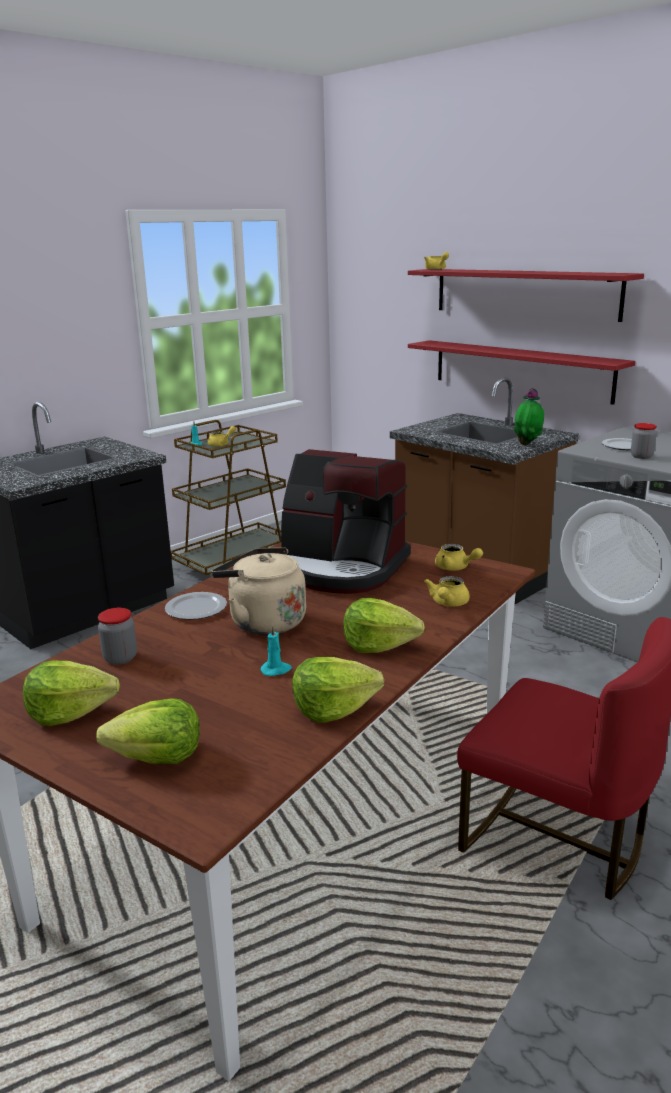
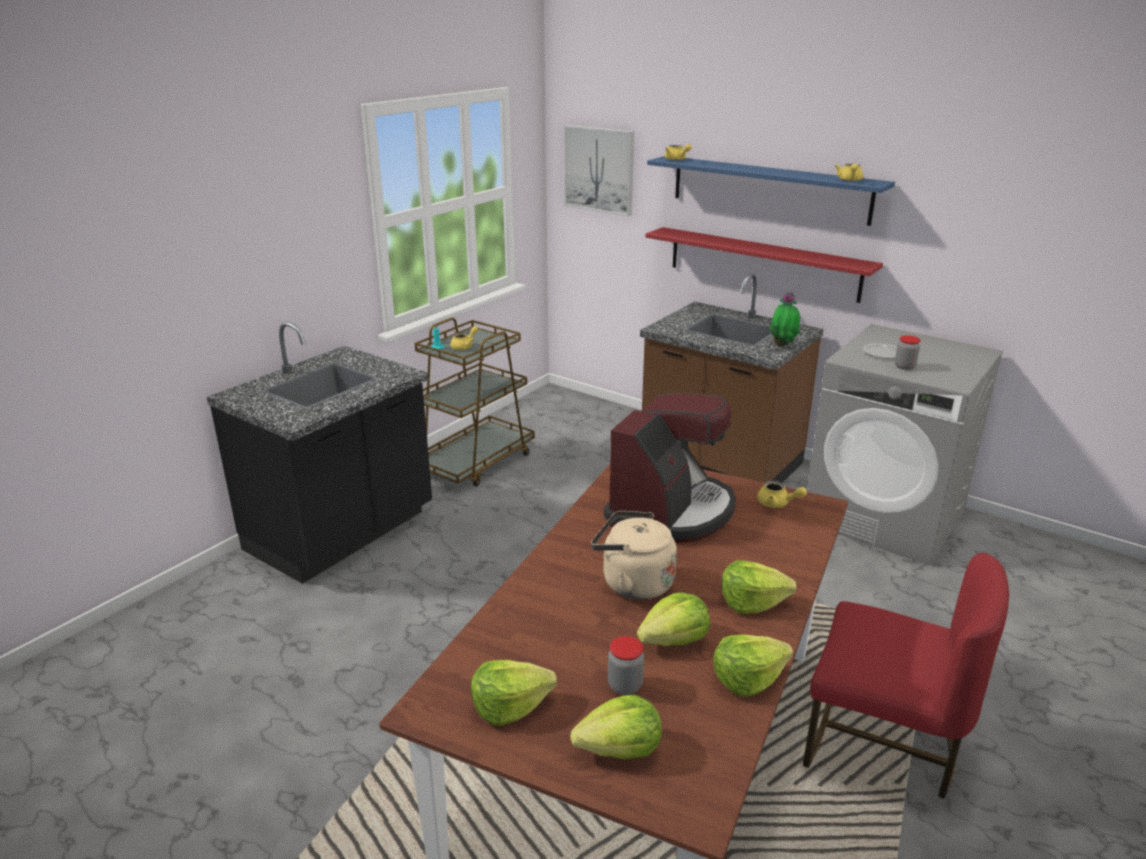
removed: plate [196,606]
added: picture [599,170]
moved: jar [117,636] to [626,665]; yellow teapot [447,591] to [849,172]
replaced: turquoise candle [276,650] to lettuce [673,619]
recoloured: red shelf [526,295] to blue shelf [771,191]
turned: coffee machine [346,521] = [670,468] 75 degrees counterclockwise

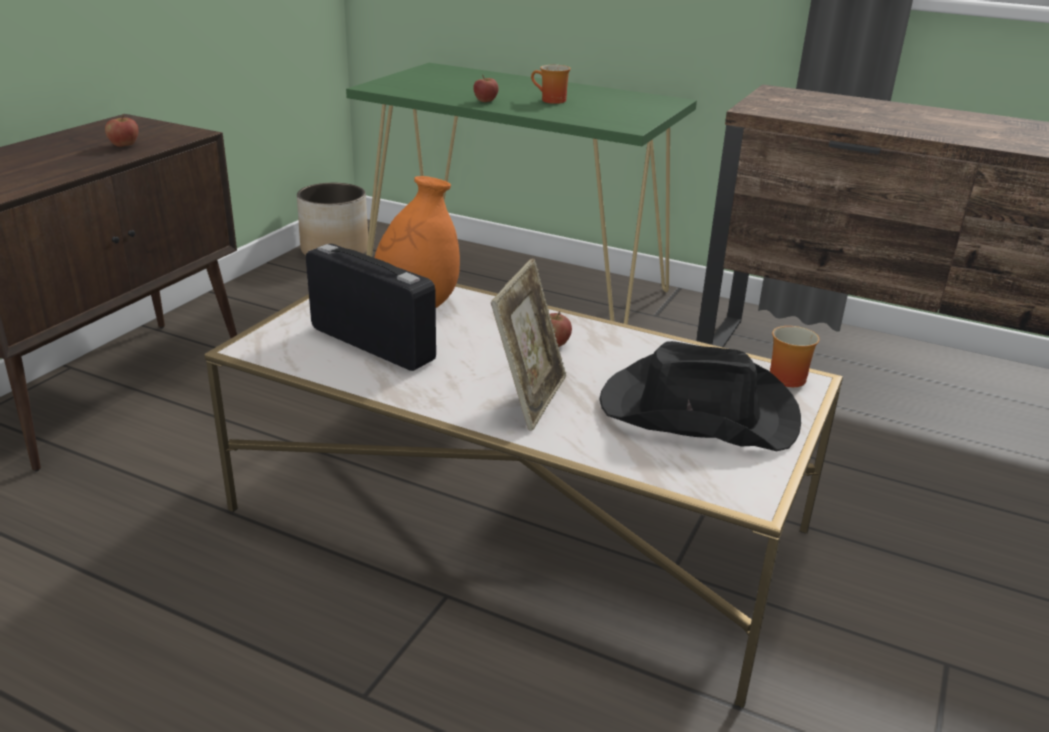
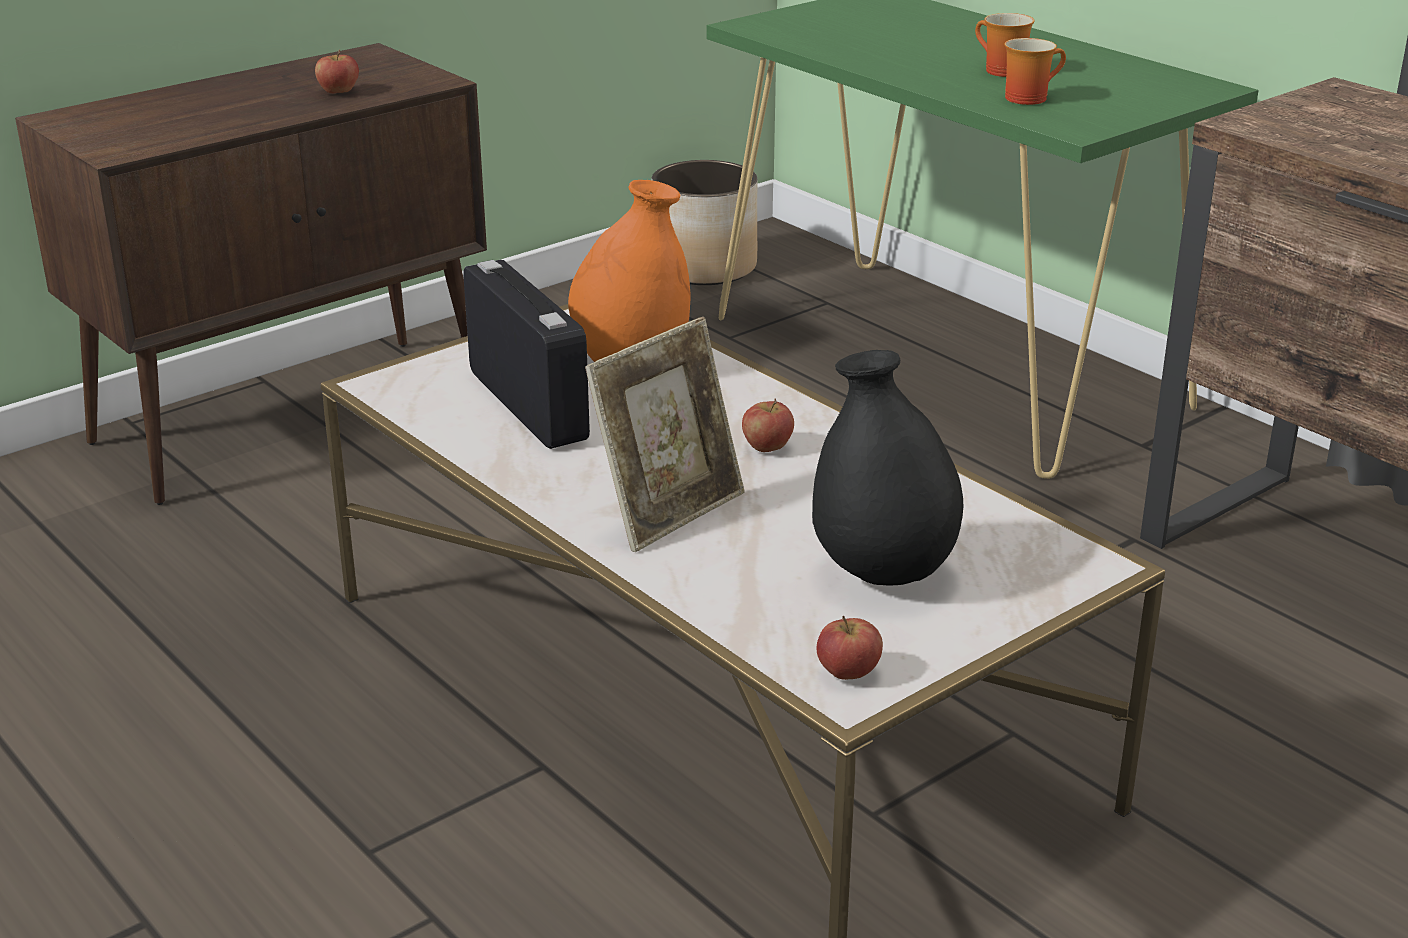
moved: apple [486,88] to [849,648]; mug [795,356] to [1035,71]
replaced: black hat [700,396] to black vase [887,468]

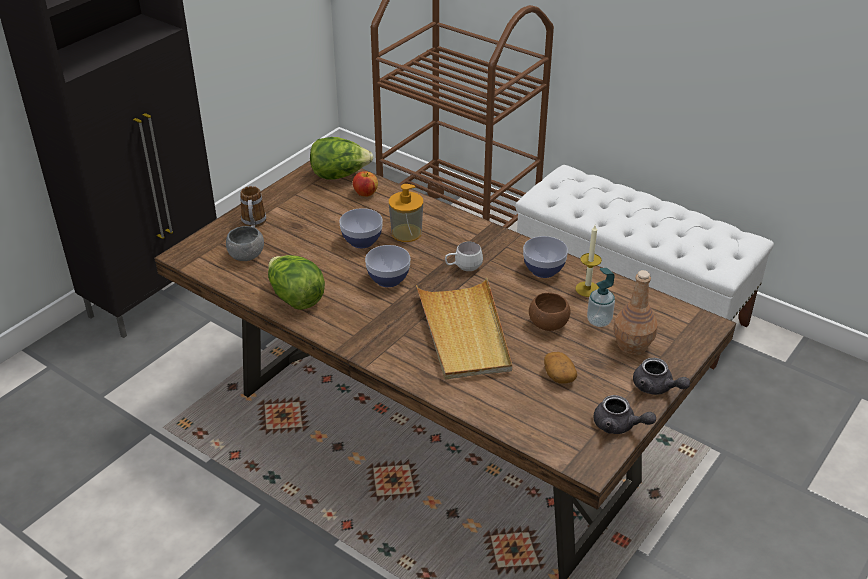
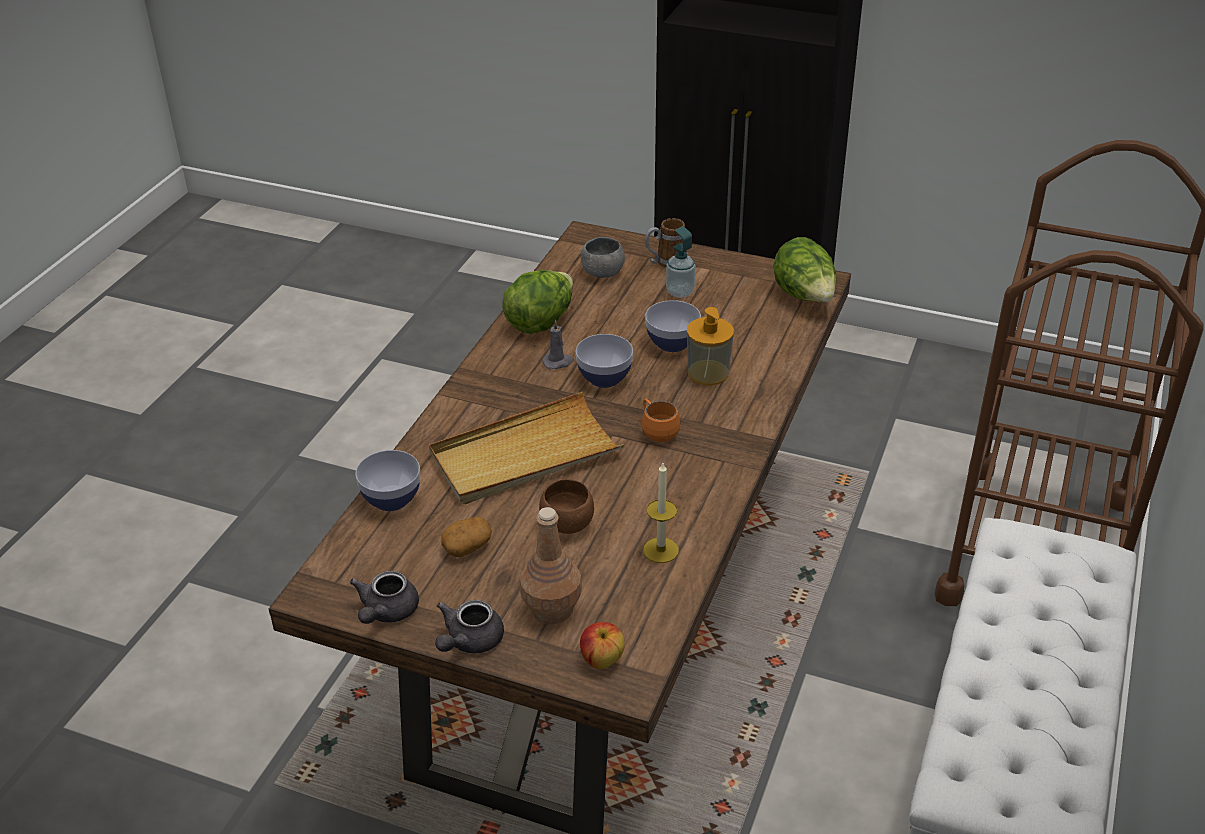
added: grey candle [558,344]
moved: apple [365,184] to [602,645]; bowl [545,257] to [387,480]; soap dispenser [601,297] to [681,262]
recoloured: white mug [464,256] to orange mug [660,420]

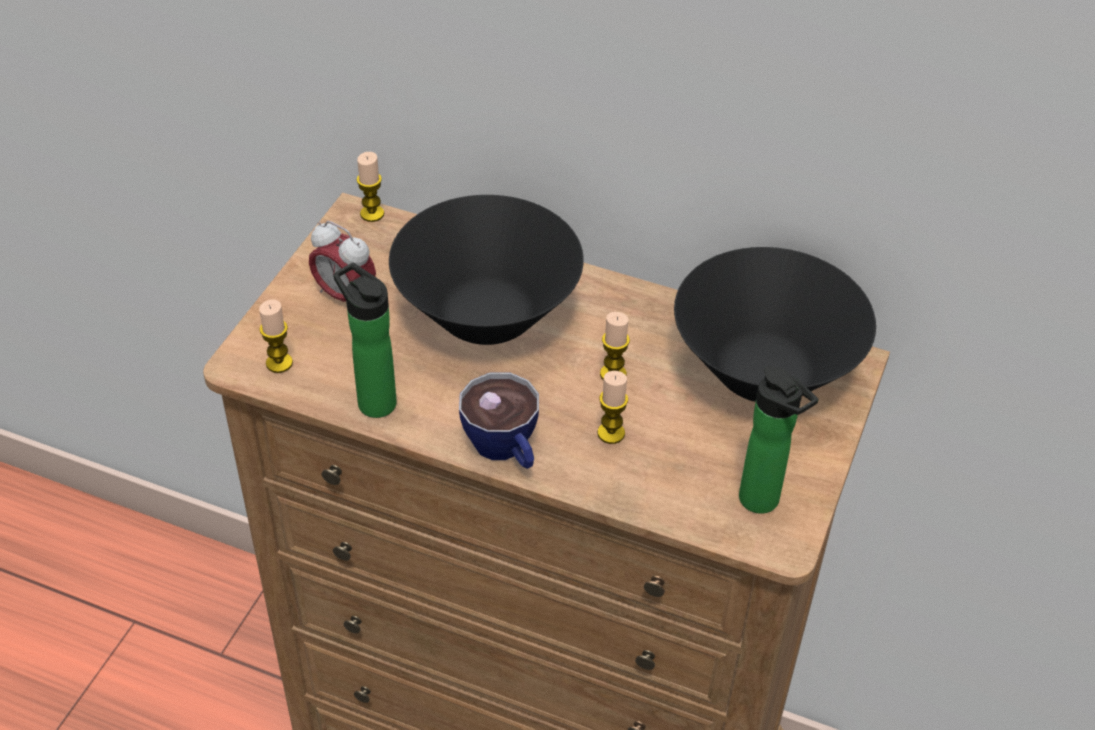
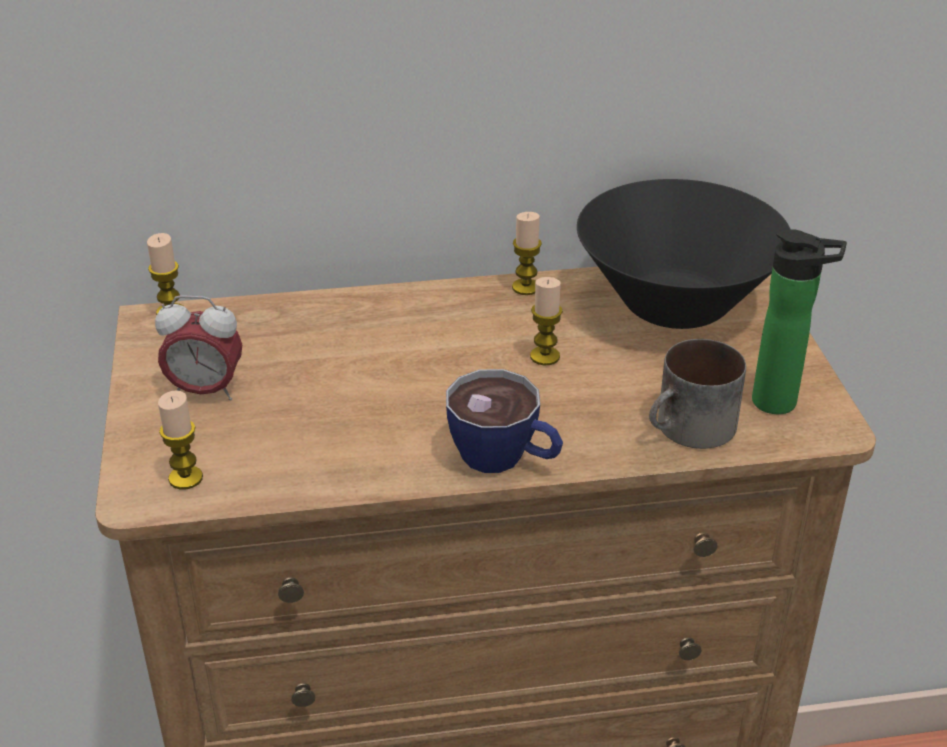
removed: bottle [365,340]; black bowl [486,270]
added: mug [697,394]
moved: candle [612,407] to [527,253]

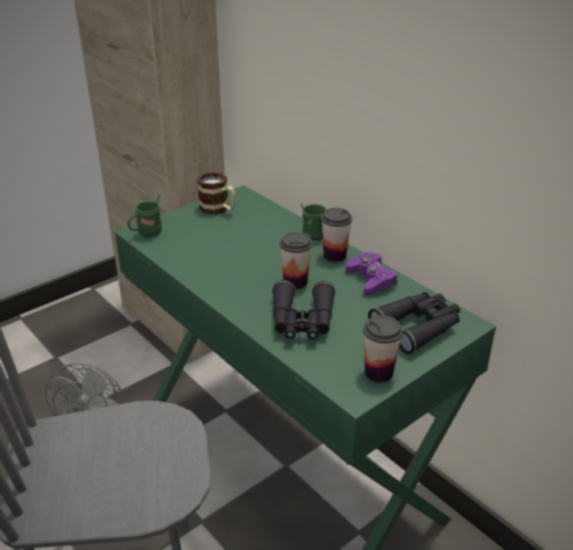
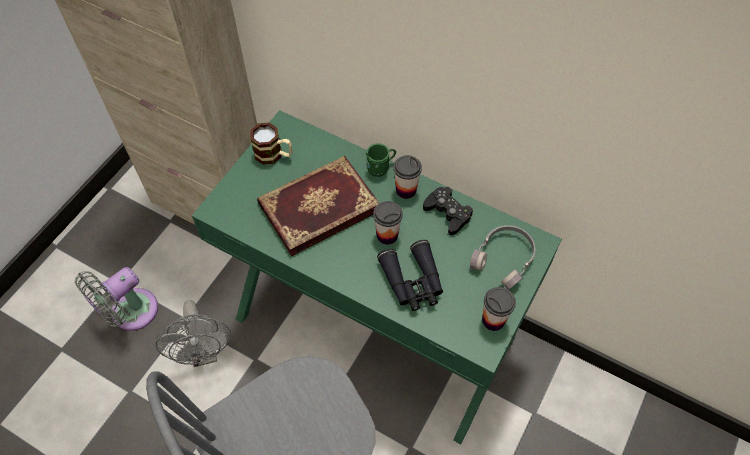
removed: green mug [144,216]
added: grey fan [116,299]; book [318,206]
replaced: black binoculars [414,323] to grey headphones [503,257]
recoloured: purple game controller [371,274] to black game controller [448,211]

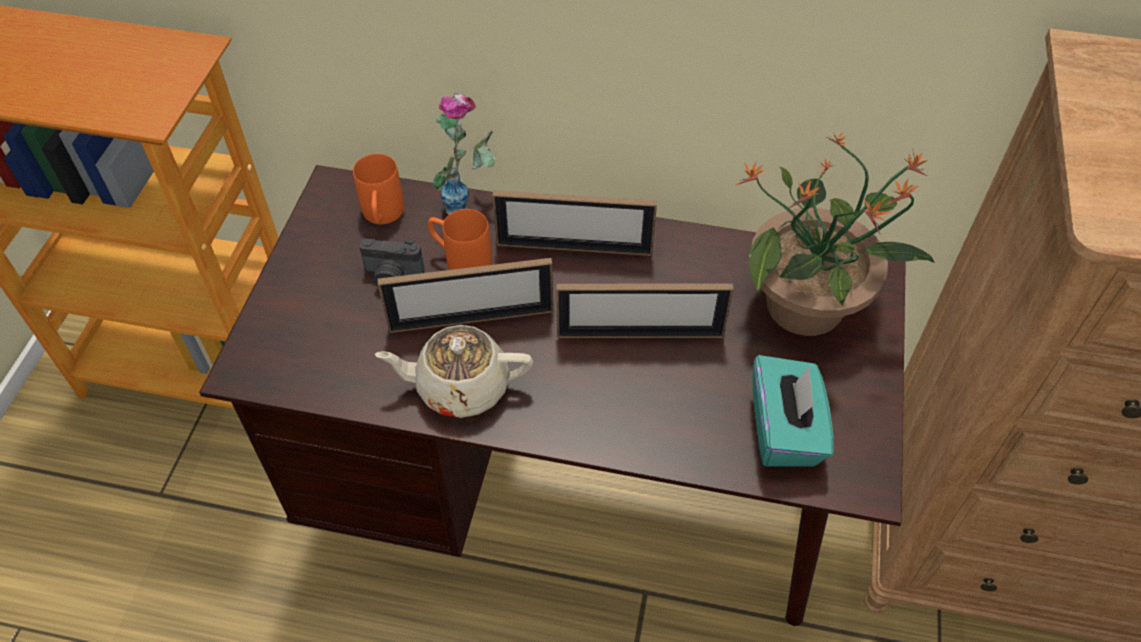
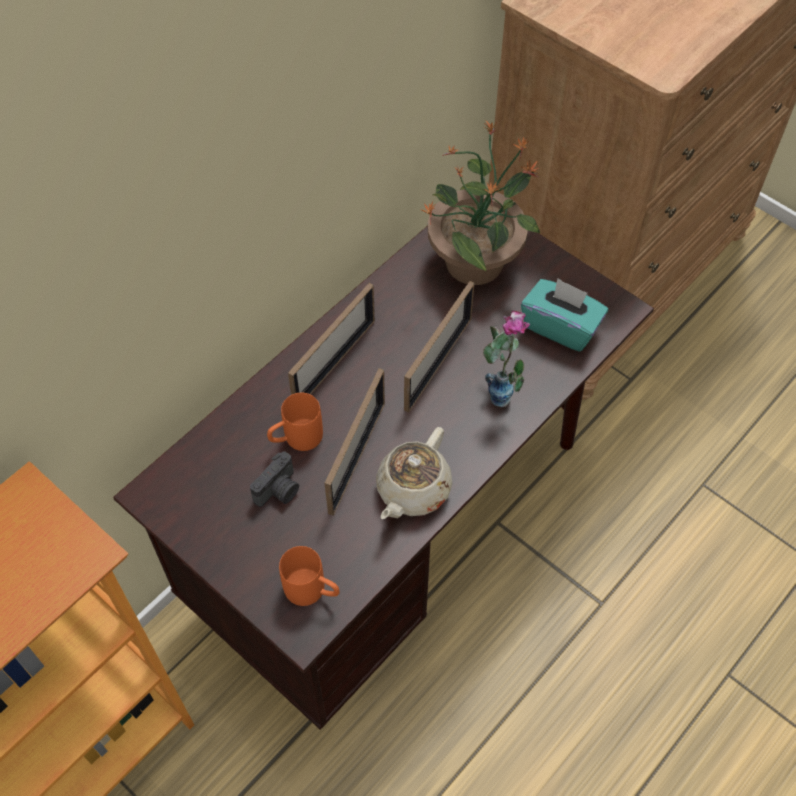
moved: orange mug [378,189] to [309,576]; vase [464,154] to [506,359]

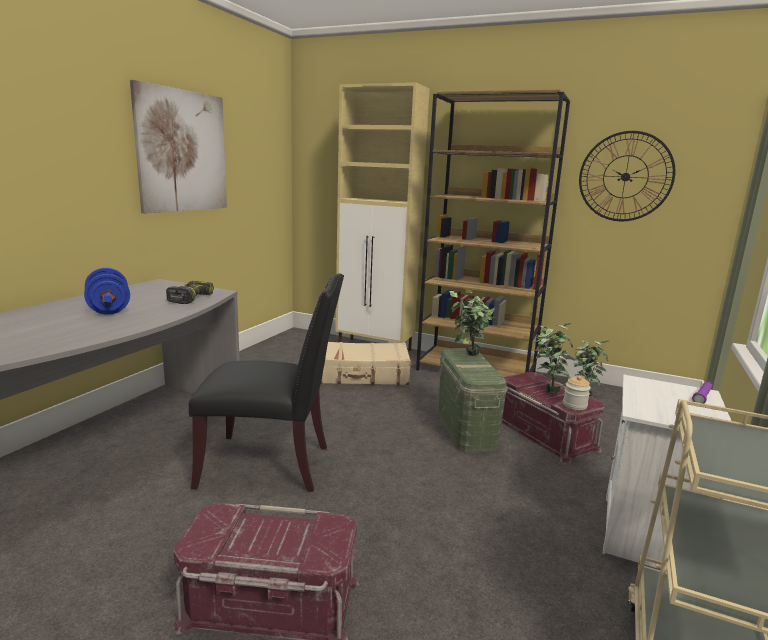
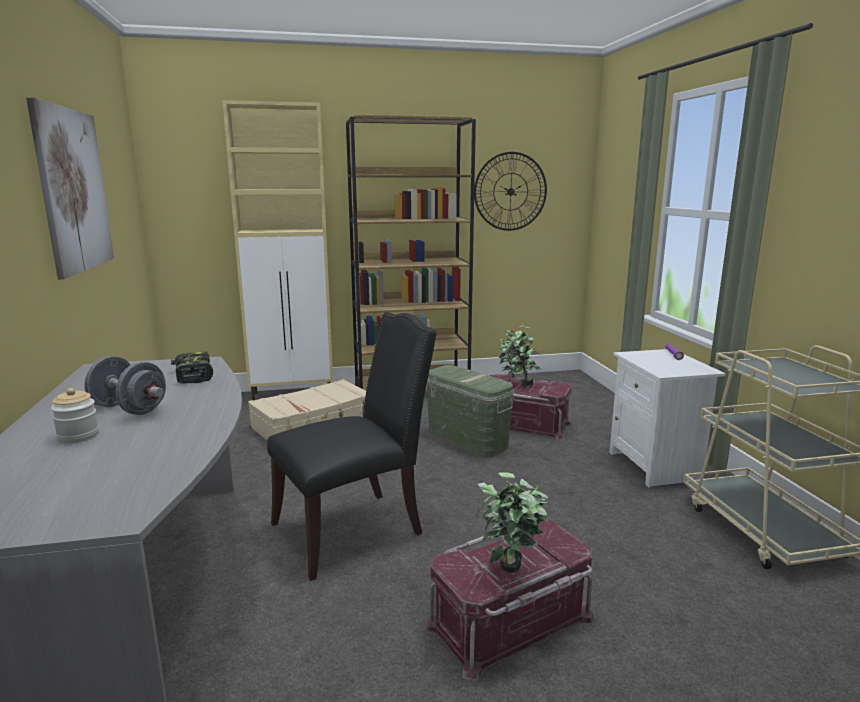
moved: potted plant [473,323] to [512,522]; jar [577,393] to [75,415]
recoloured: blue dumbbell [107,291] to grey dumbbell [125,385]

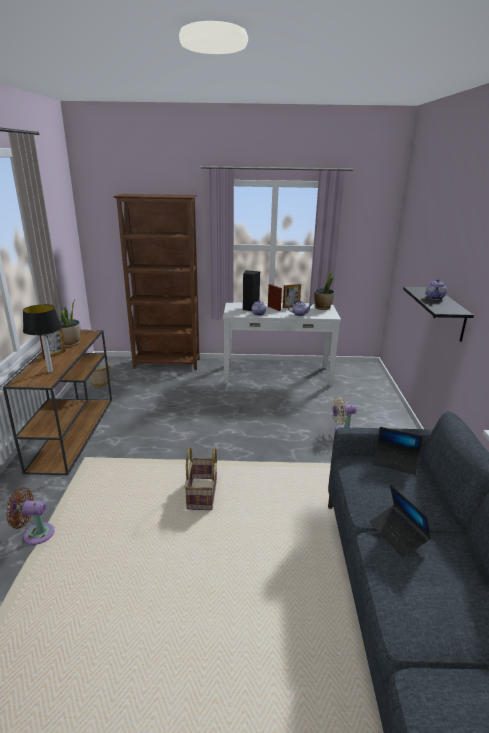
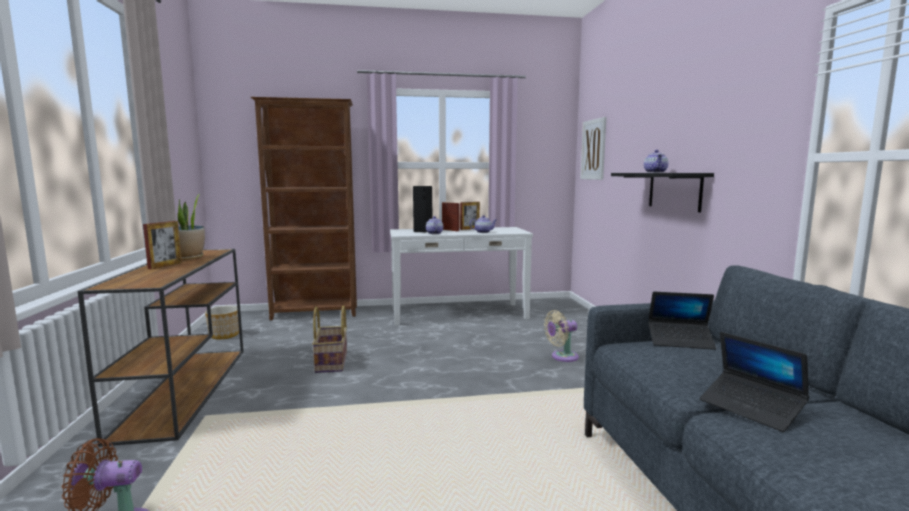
removed: table lamp [42,338]; potted plant [324,290]
added: picture [593,148]
moved: basket [200,478] to [329,339]

